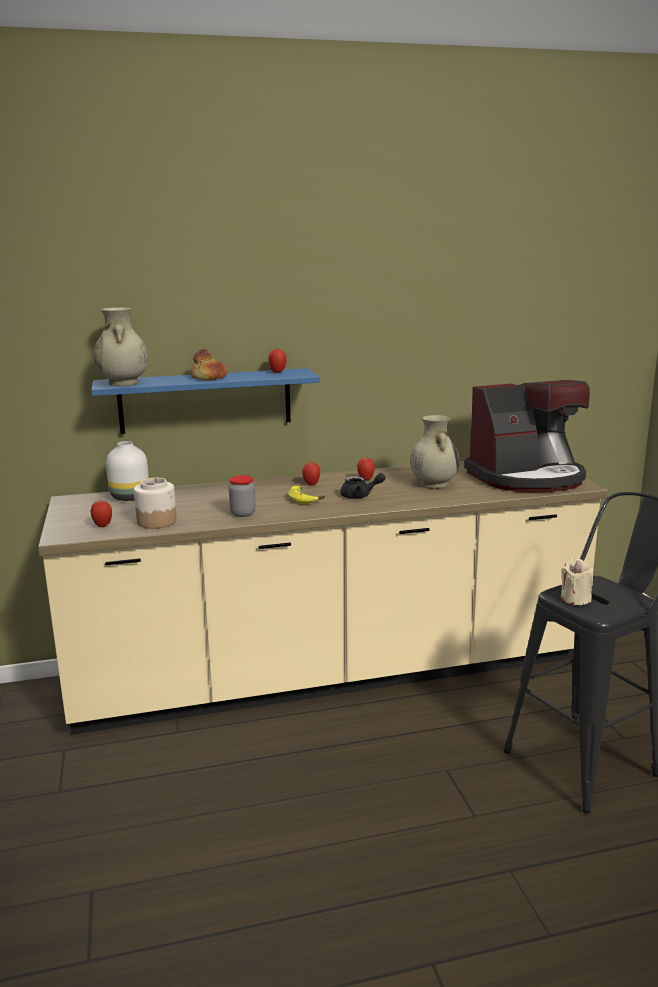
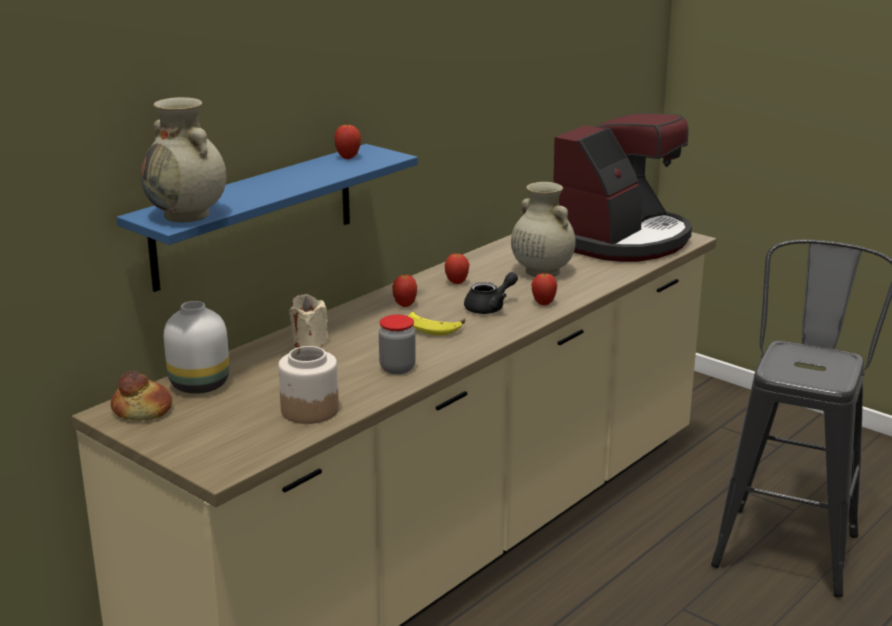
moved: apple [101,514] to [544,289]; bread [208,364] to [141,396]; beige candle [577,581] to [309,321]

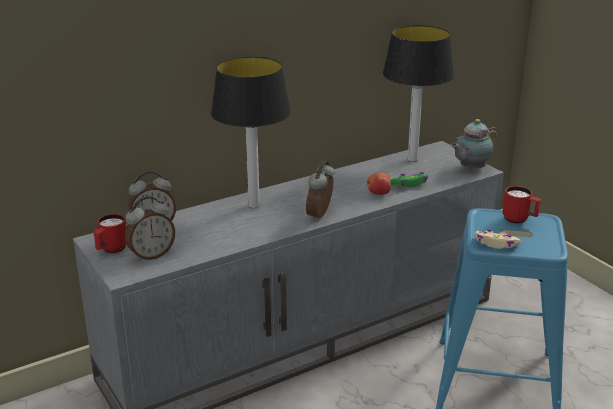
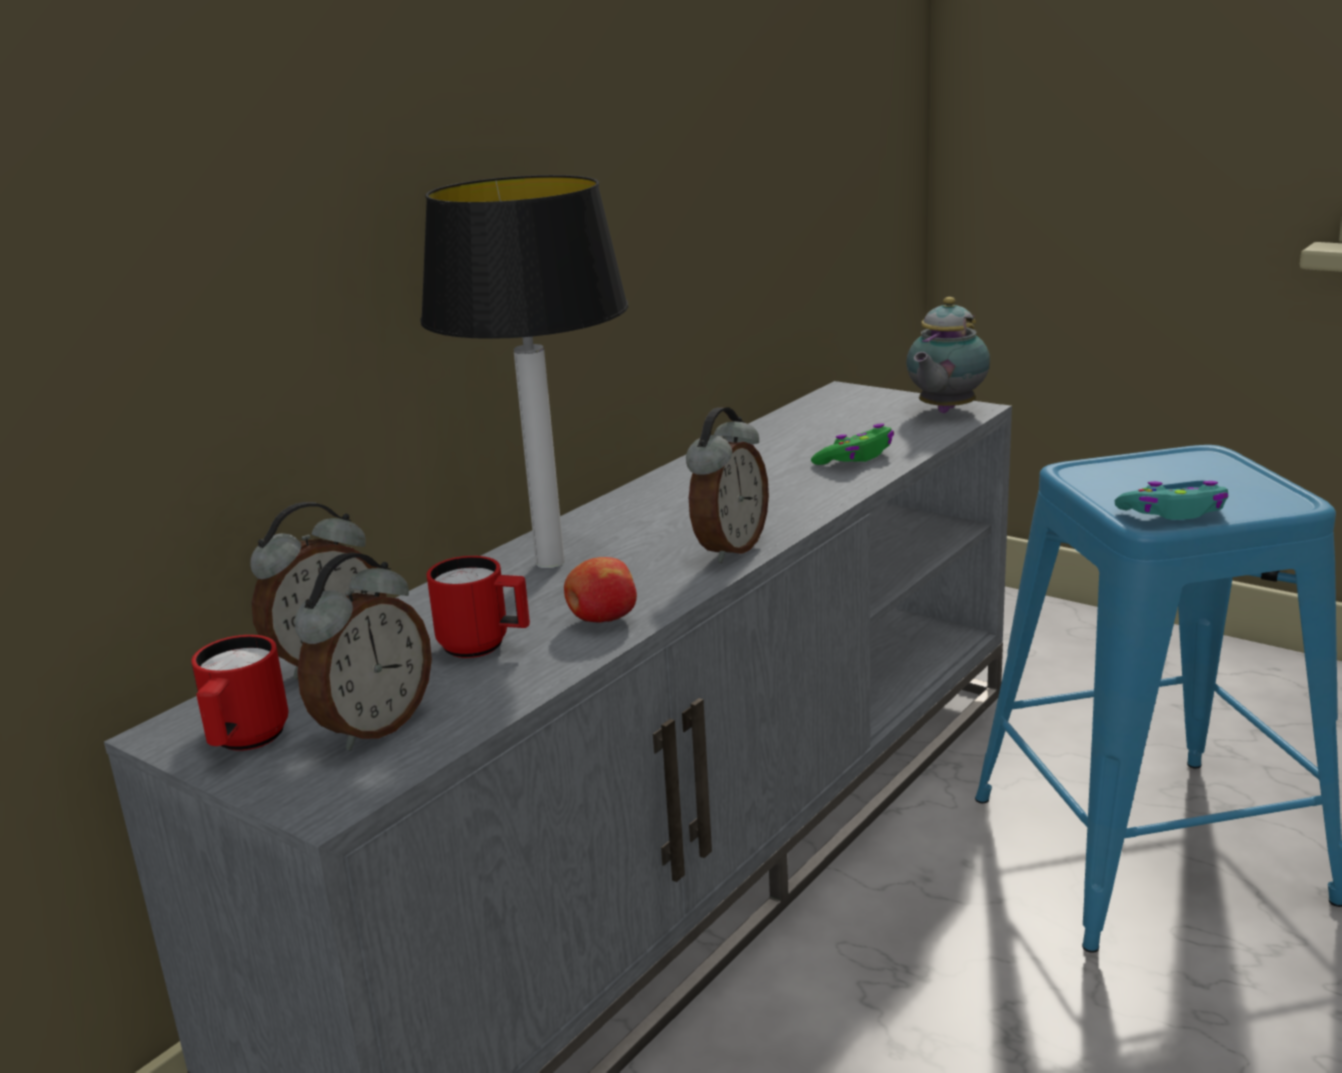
removed: table lamp [418,93]
moved: apple [379,183] to [600,590]; red mug [521,204] to [478,607]
recoloured: beige game controller [498,239] to turquoise game controller [1171,500]
turned: alarm clock [320,191] = [727,485] 150 degrees counterclockwise

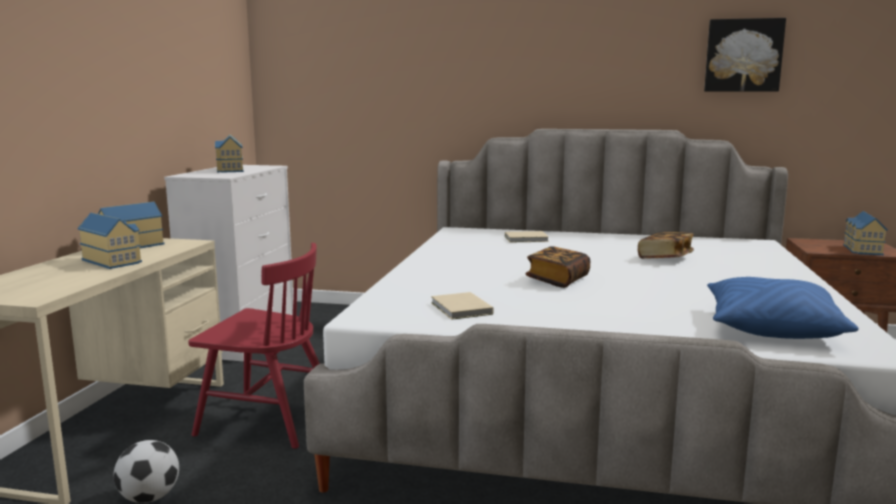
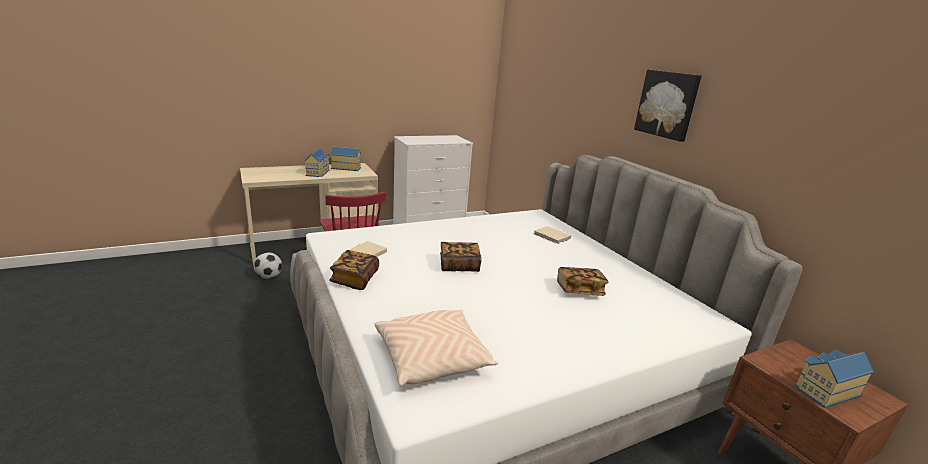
removed: toy house [229,153]
added: book [354,270]
moved: picture [745,55] to [667,106]
recoloured: blue pillow [783,308] to beige pillow [436,348]

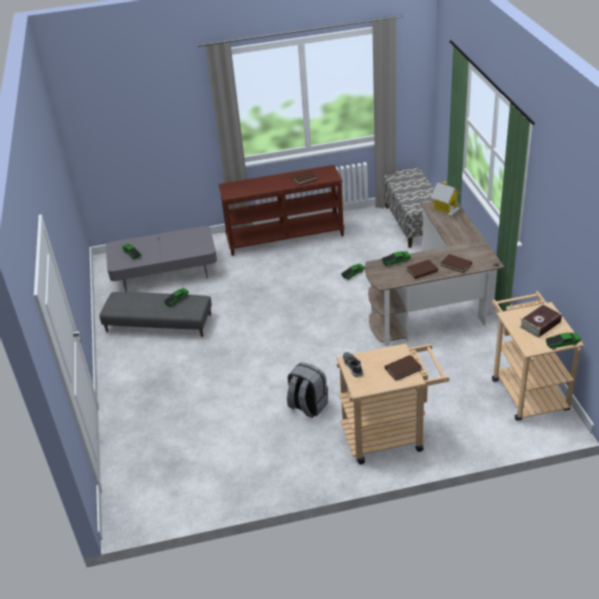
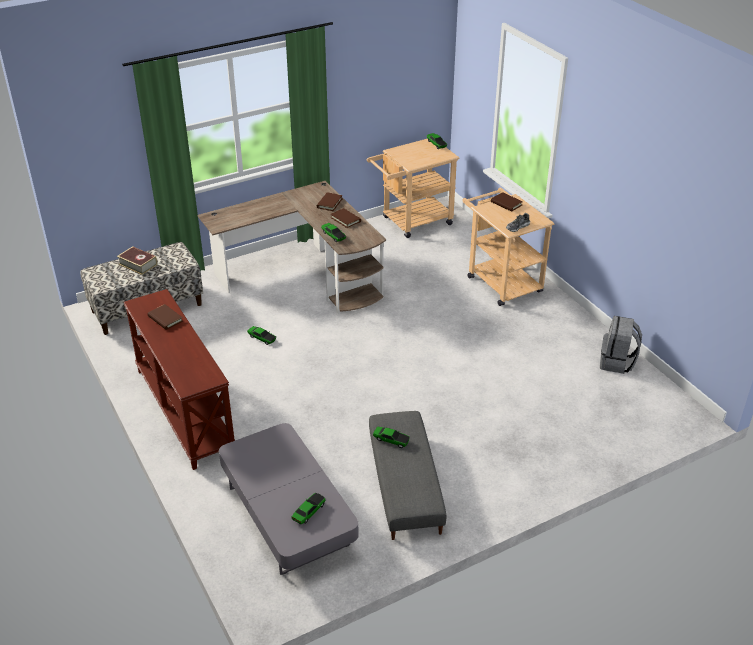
removed: toy house [446,198]
moved: grey backpack [307,390] to [621,345]; book [540,321] to [137,260]

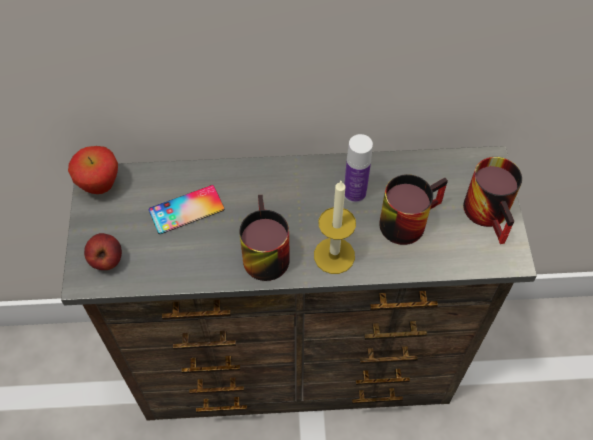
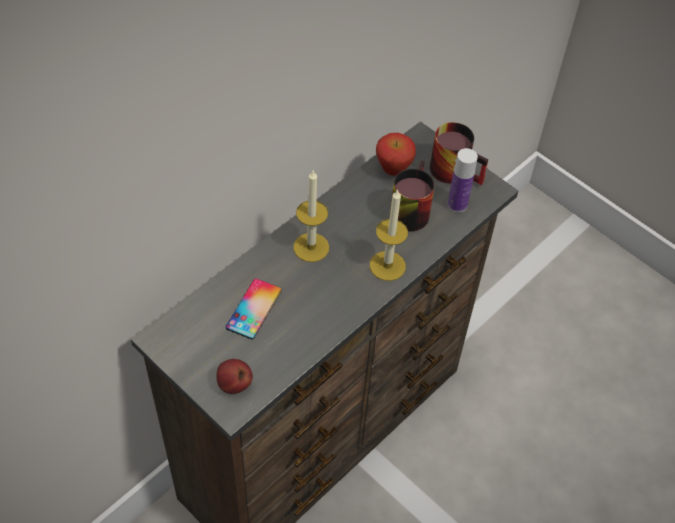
removed: mug [264,238]
added: candle [311,216]
moved: apple [93,170] to [396,154]; bottle [358,168] to [462,180]

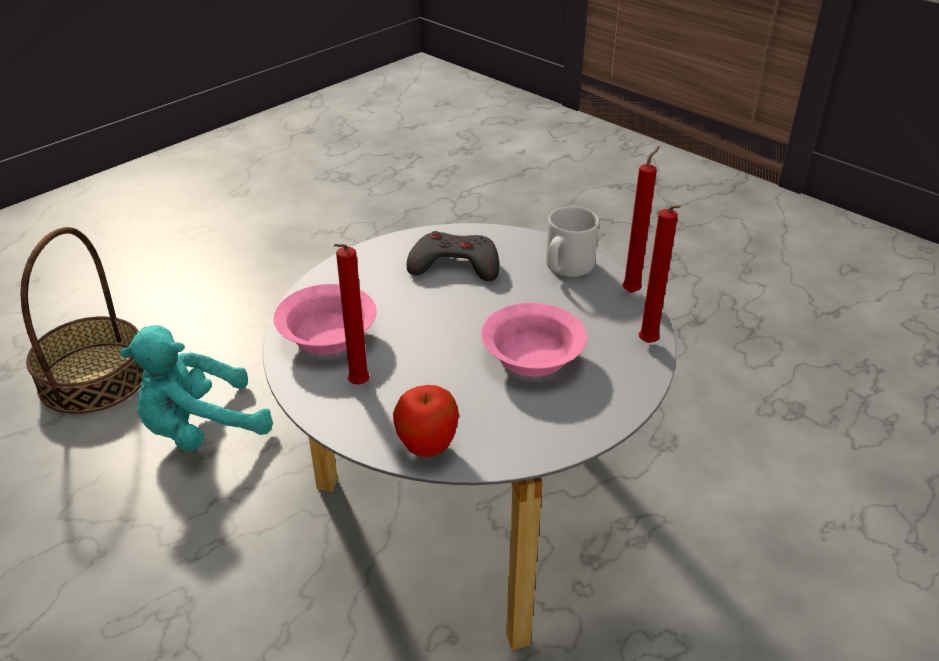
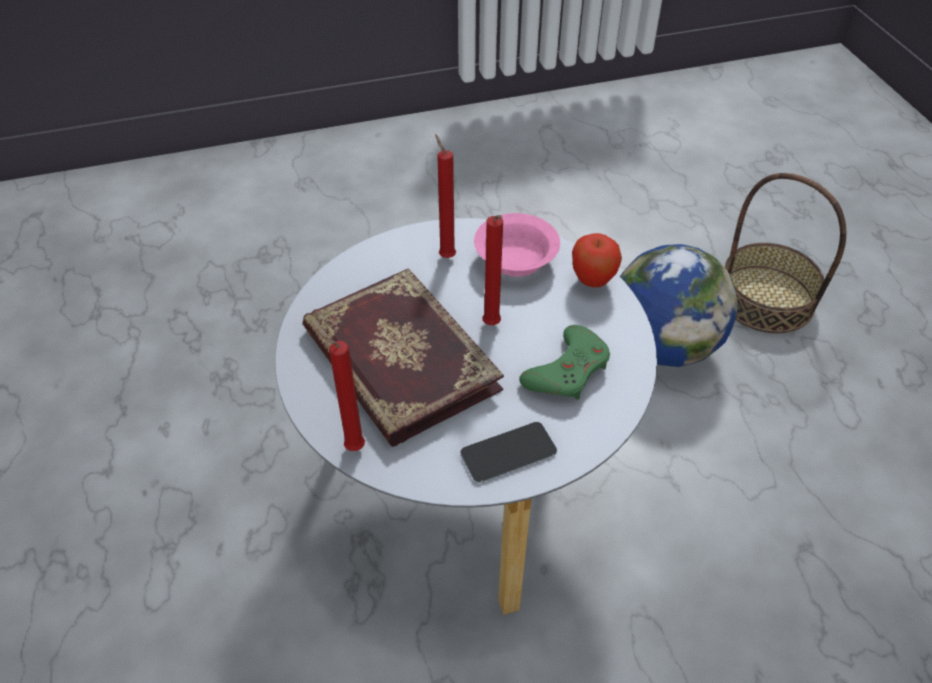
moved: apple [426,421] to [597,260]; red candle [641,219] to [493,270]
replaced: turquoise plush toy [196,388] to globe [679,305]; pink bowl [534,340] to book [403,357]; grey mug [572,241] to phone [508,452]
recoloured: grey game controller [453,256] to green game controller [564,362]

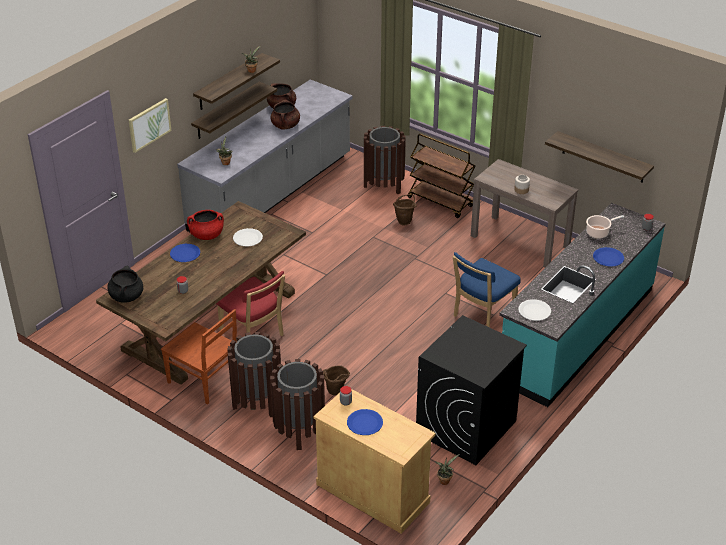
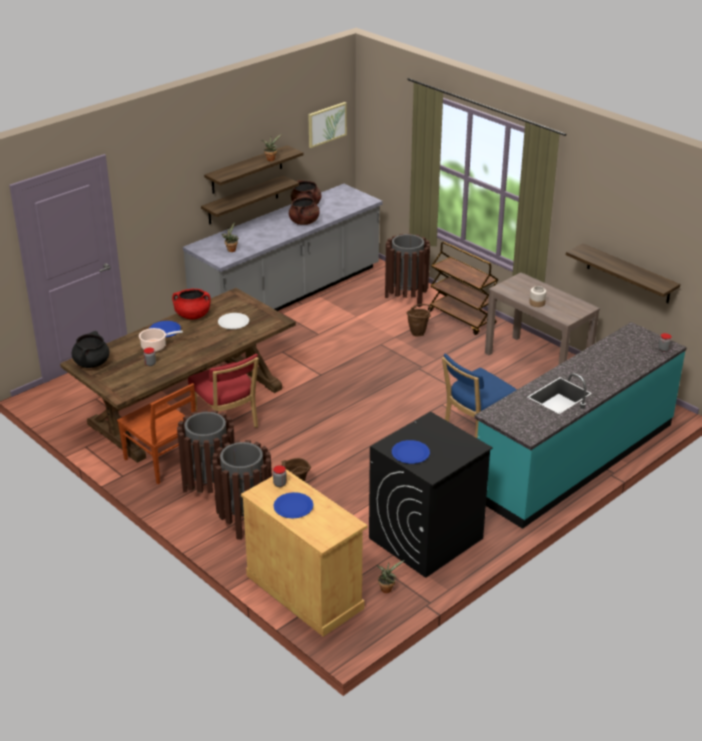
removed: white plate [534,310]
moved: picture [150,125] to [327,125]; cooking pot [605,227] to [161,340]; blue plate [608,257] to [411,452]

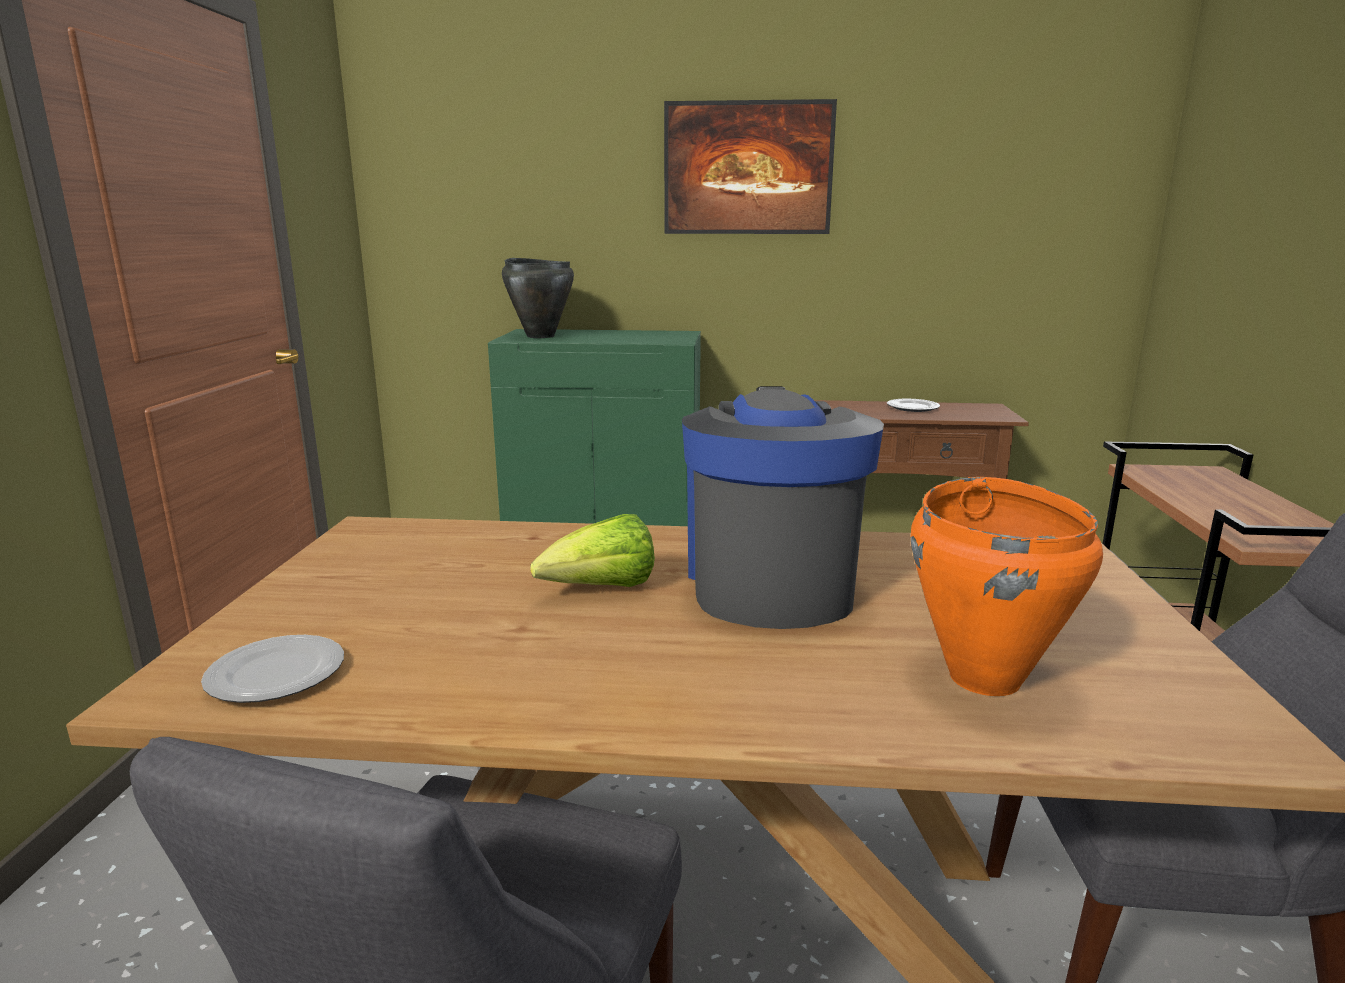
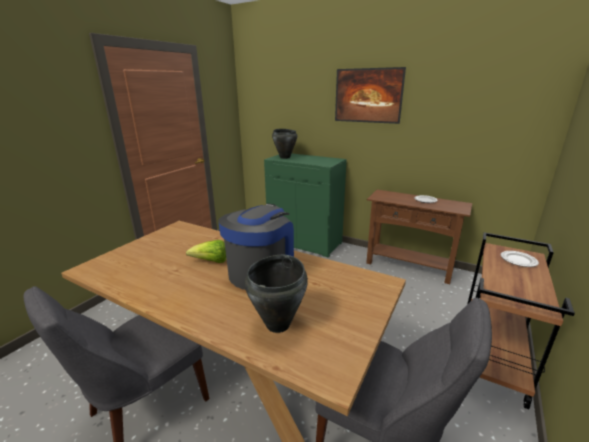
moved: plate [272,669] to [520,259]
recoloured: orange cooking pot [1007,586] to black cooking pot [276,294]

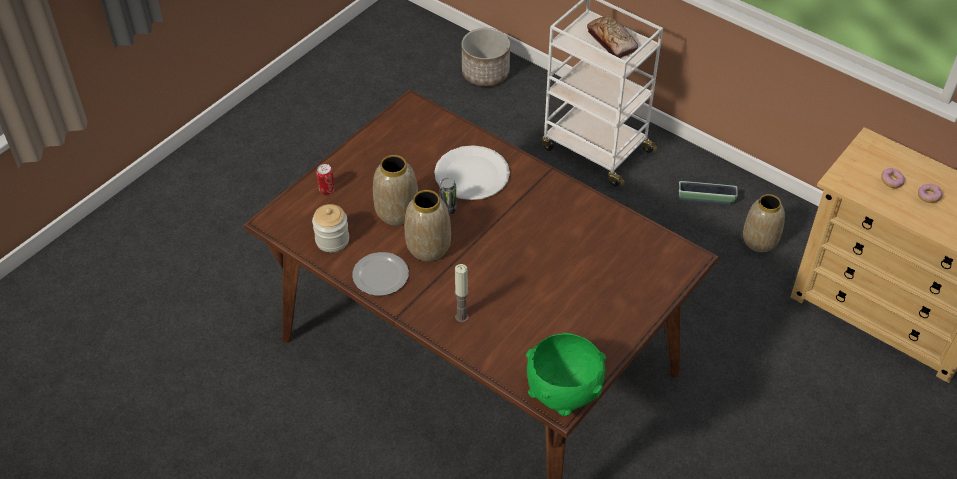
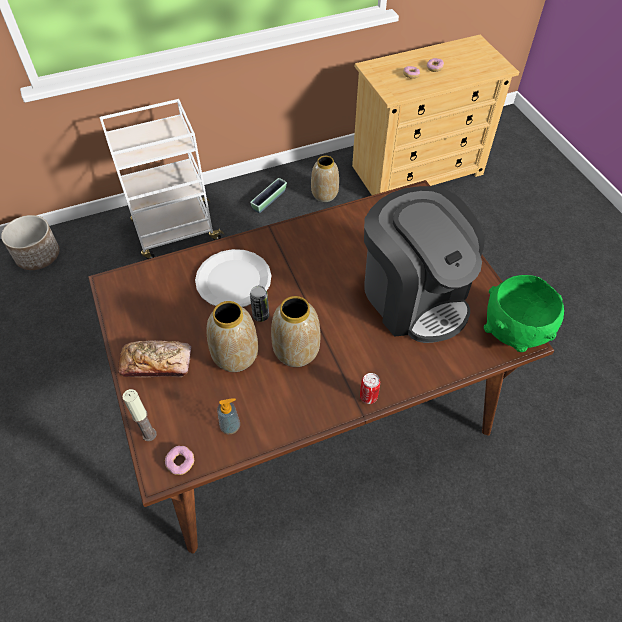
removed: plate [380,274]
added: donut [179,460]; coffee machine [424,264]
moved: can [325,179] to [370,388]; candle [462,293] to [140,415]; bread [612,37] to [154,359]
replaced: jar [330,228] to soap dispenser [228,416]

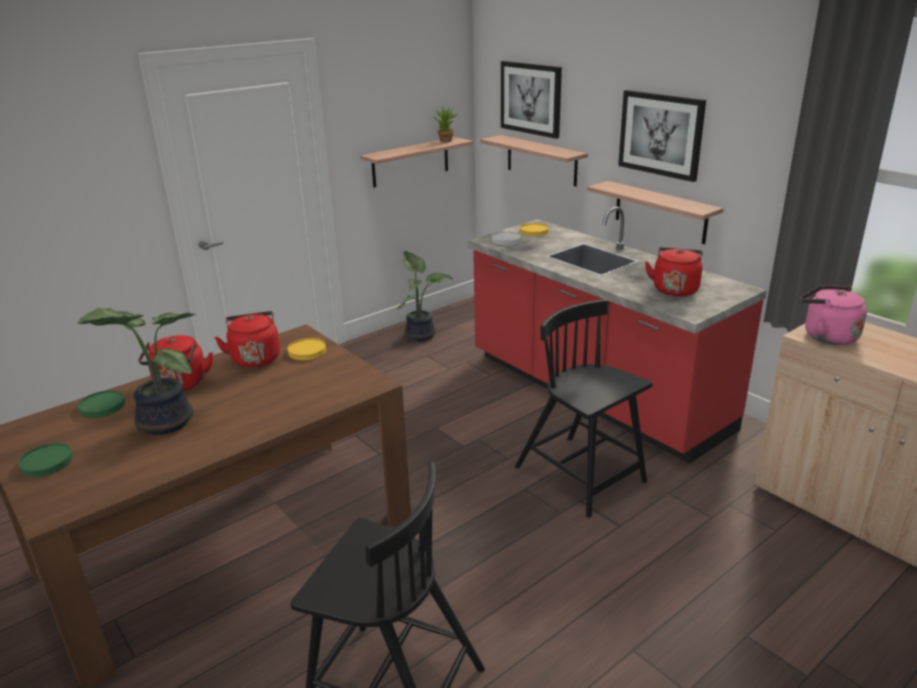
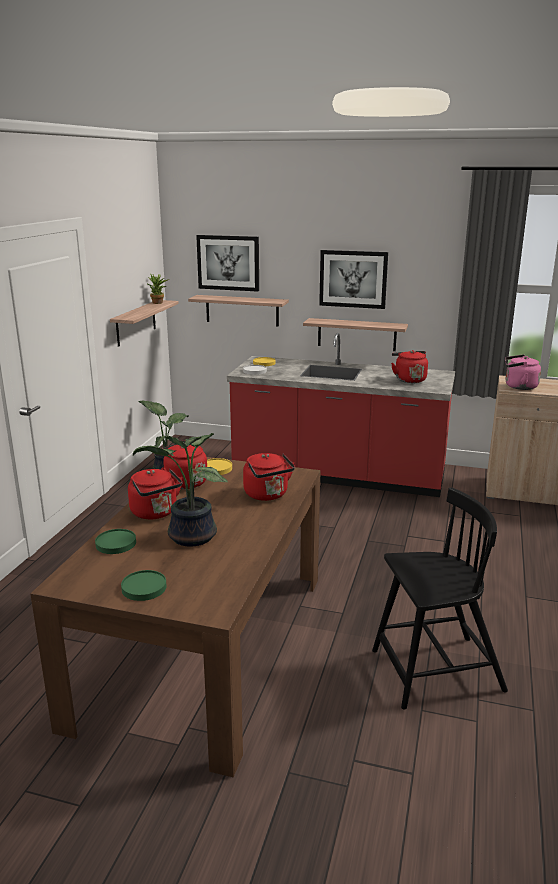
removed: black chair [584,408]
added: red kettle [269,477]

